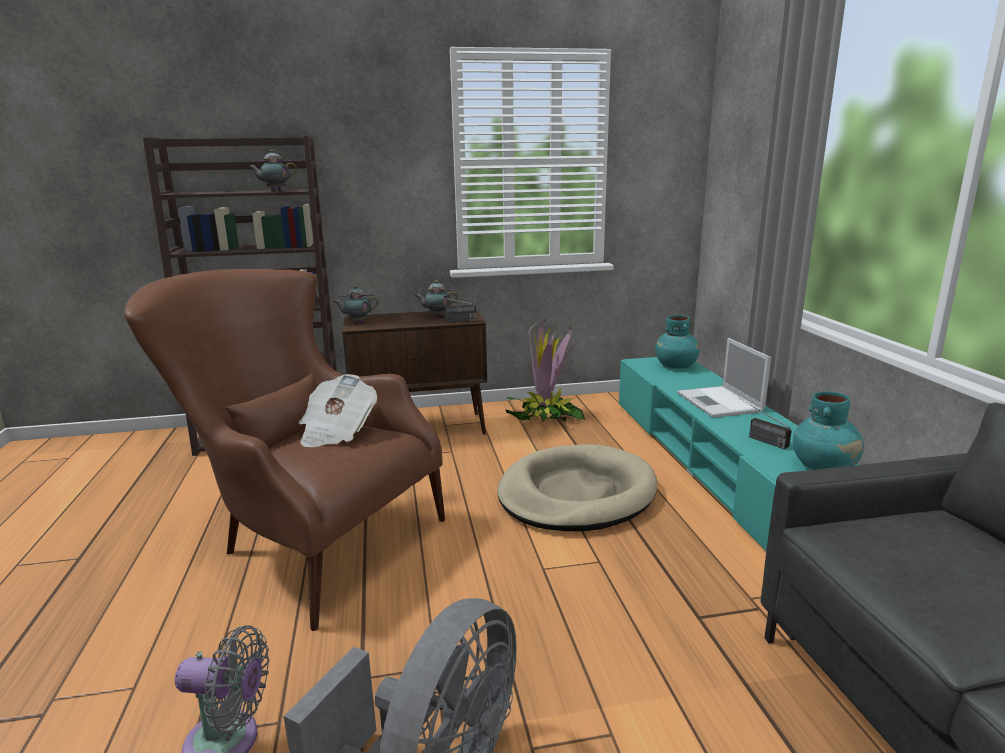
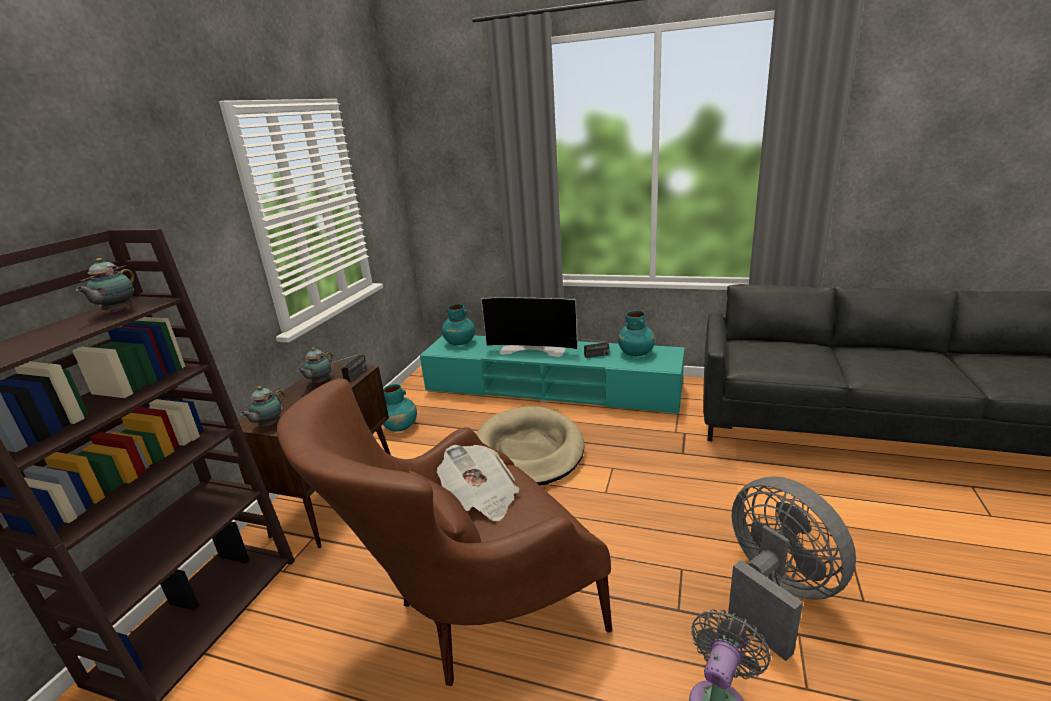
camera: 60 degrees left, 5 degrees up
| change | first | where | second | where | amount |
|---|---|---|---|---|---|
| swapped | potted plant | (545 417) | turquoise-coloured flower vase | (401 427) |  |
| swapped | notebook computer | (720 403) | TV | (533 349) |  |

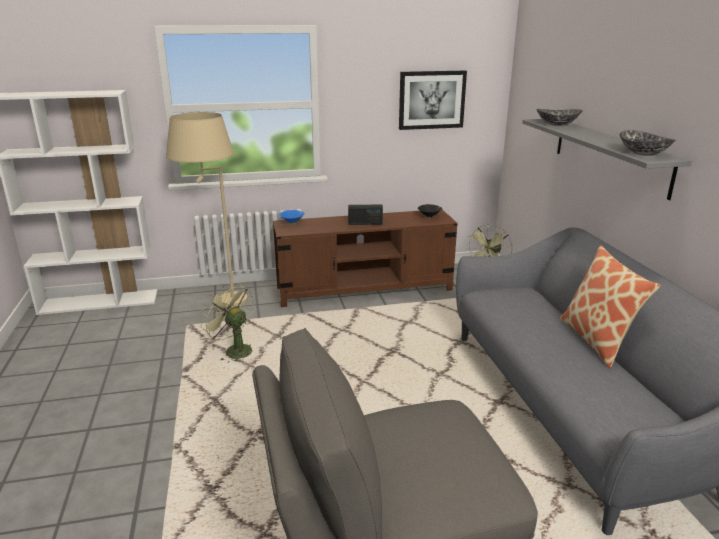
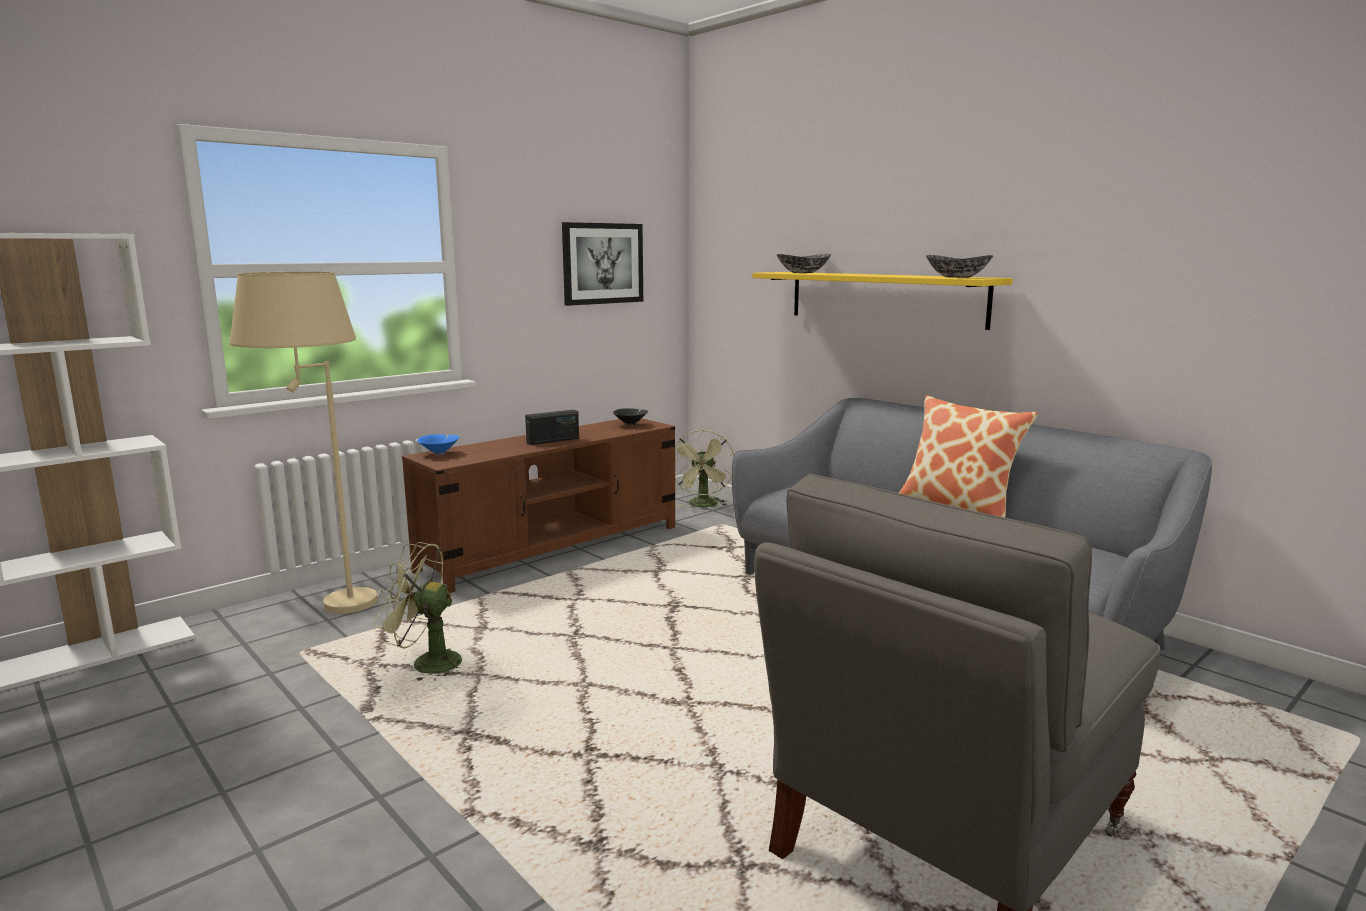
camera: 30 degrees left, 10 degrees down
| change | first | where | second | where | amount |
|---|---|---|---|---|---|
| repainted | grey shelf | (609 154) | yellowish shelf | (884 298) |  |

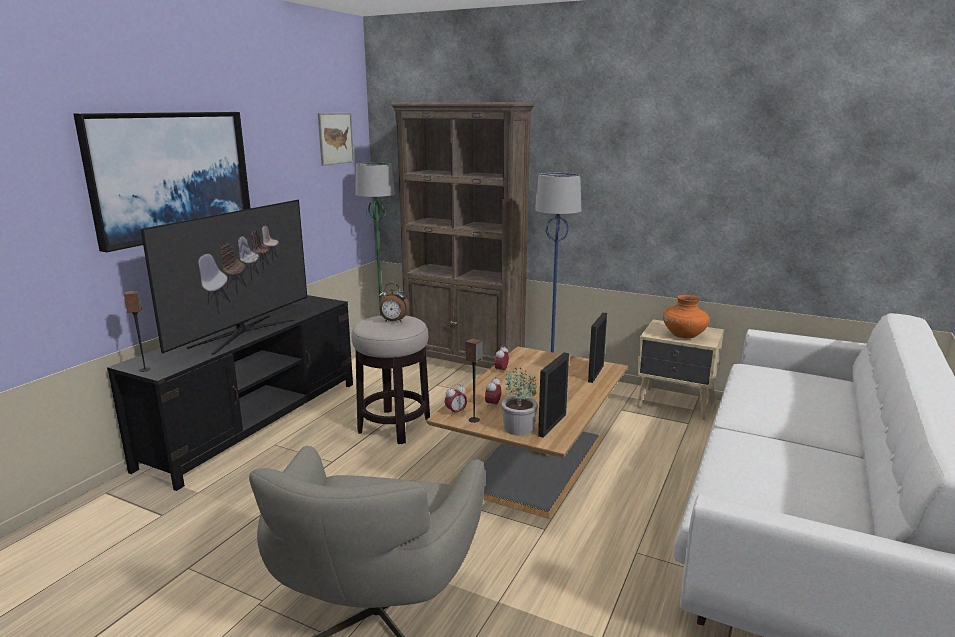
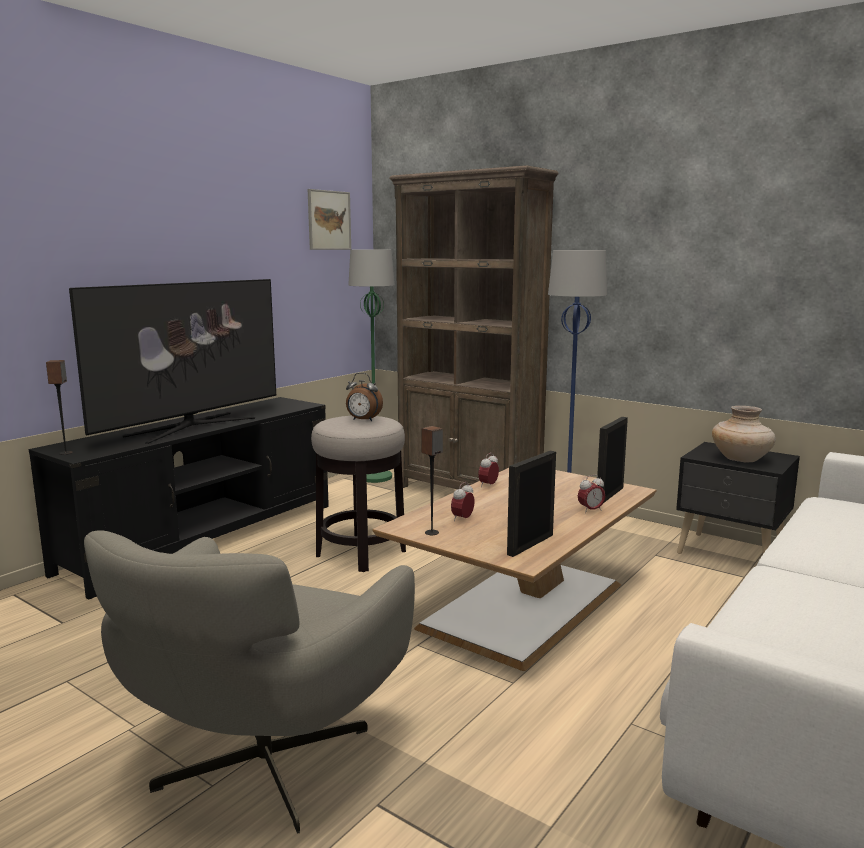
camera: 10 degrees right, 5 degrees down
| change | first | where | second | where | amount |
|---|---|---|---|---|---|
| gone | wall art | (171 175) |  |  |  |
| gone | potted plant | (518 428) |  |  |  |
| shifted | bedside clock | (456 412) |  | (590 510) |  |
| repainted | beige nightstand | (675 405) | black nightstand | (731 554) |  |
| repainted | orangey flower vase | (684 336) | beige flower vase | (741 460) |  |

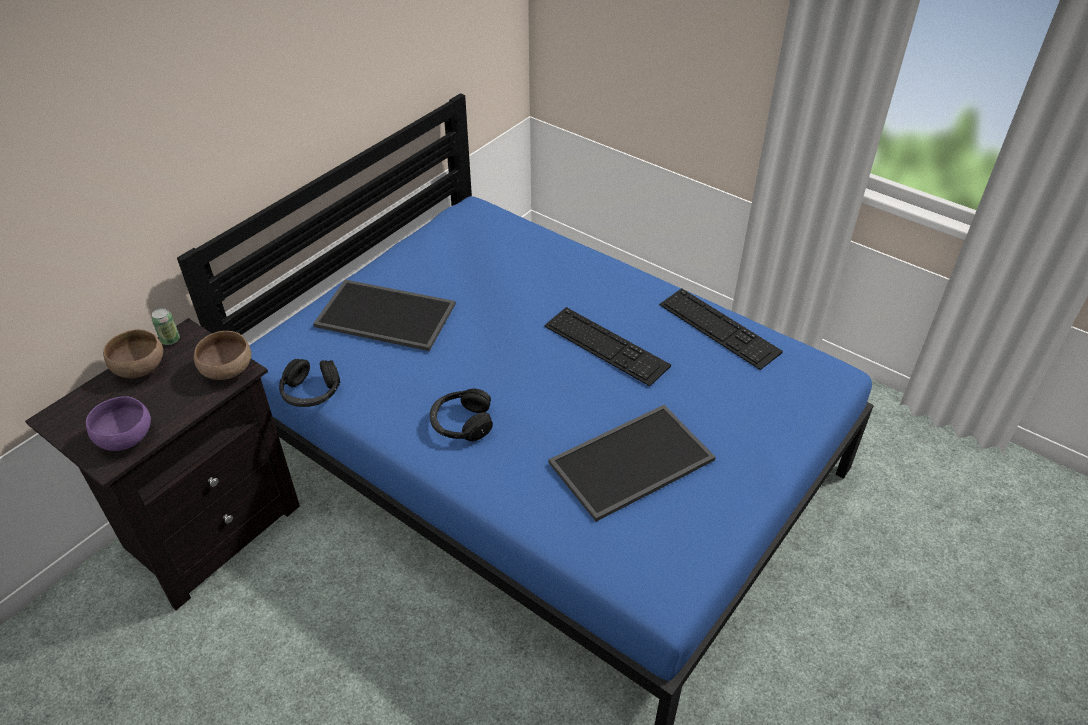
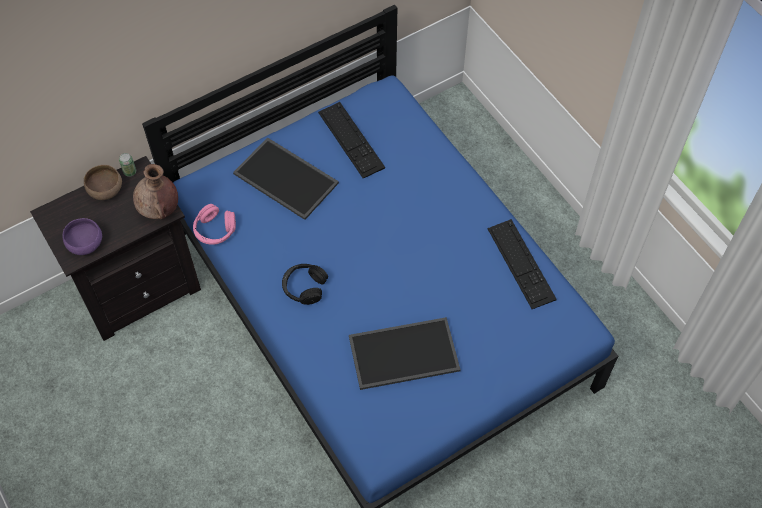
camera: 20 degrees right, 15 degrees up
| change | first | where | second | where | amount |
|---|---|---|---|---|---|
| shifted | keyboard | (606 346) |  | (351 139) |  |
| swapped | brown deep dish | (228 370) | brown flower vase | (160 209) |  |
| repainted | black pair of headphones | (311 392) | pinkish pair of headphones | (215 230) |  |

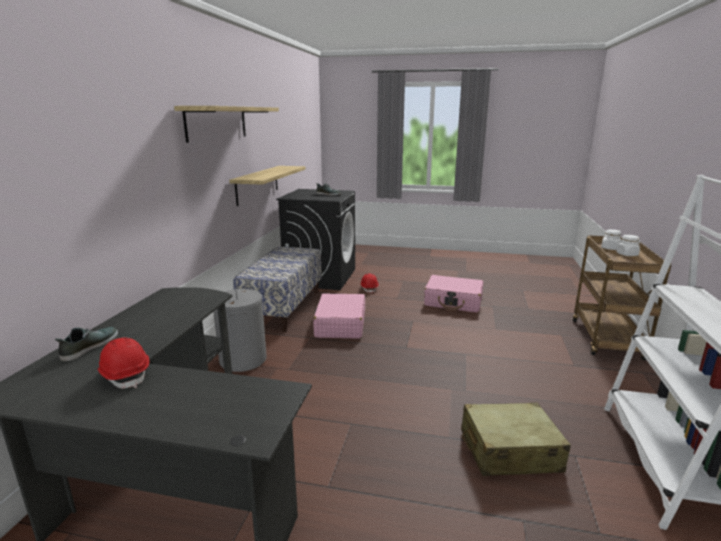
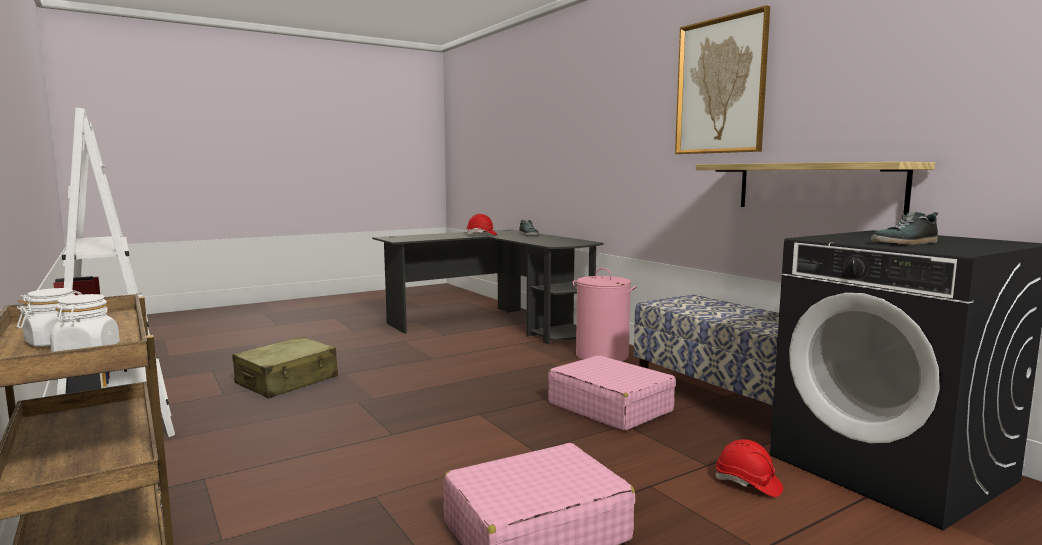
camera: 135 degrees right, 10 degrees down
| change | first | where | second | where | amount |
|---|---|---|---|---|---|
| swapped | shelf | (217 123) | wall art | (720 86) |  |
| repainted | grey washing basket | (243 359) | pinkish washing basket | (602 355) |  |

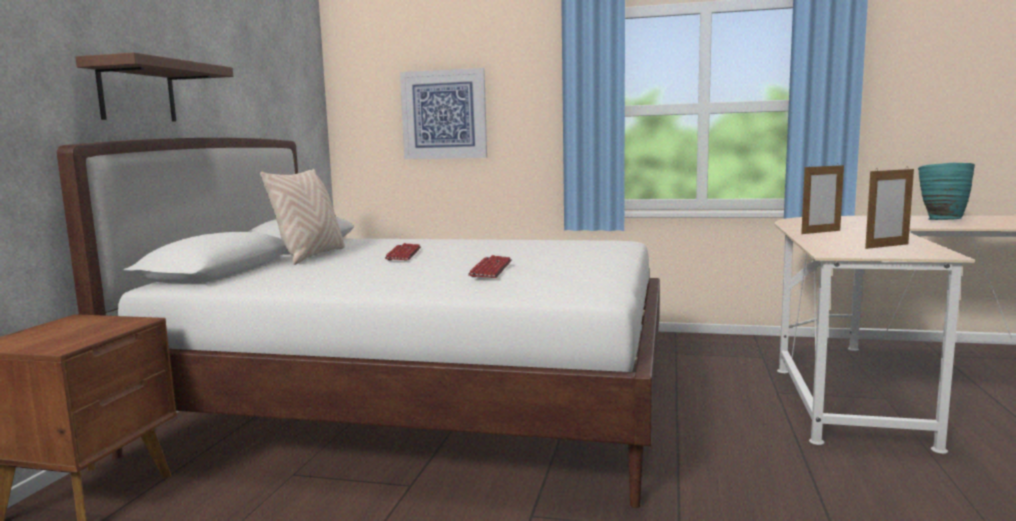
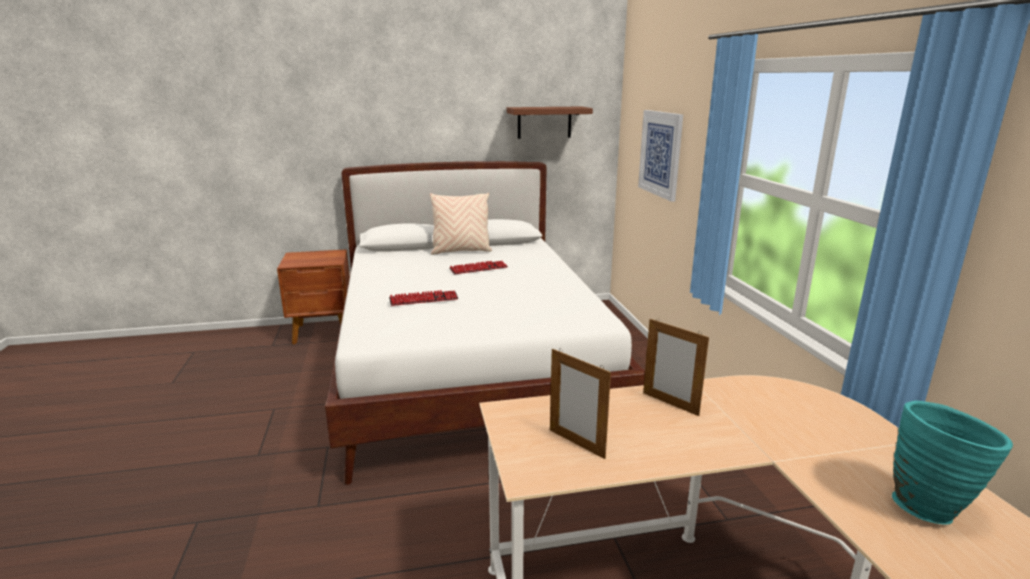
camera: 65 degrees right, 10 degrees up
| change | first | where | second | where | amount |
|---|---|---|---|---|---|
| shifted | brown shelf | (137 92) |  | (544 122) |  |

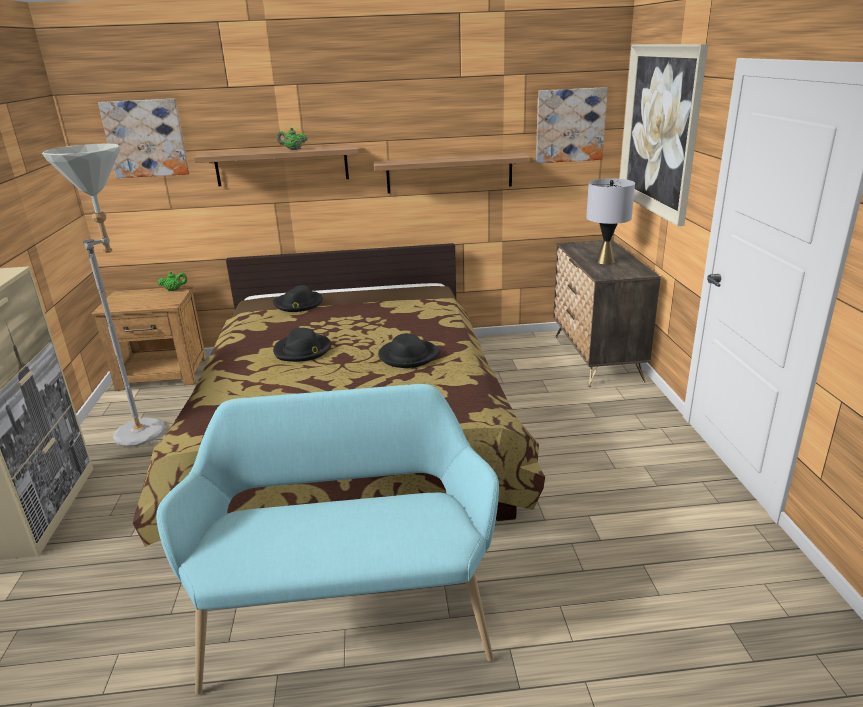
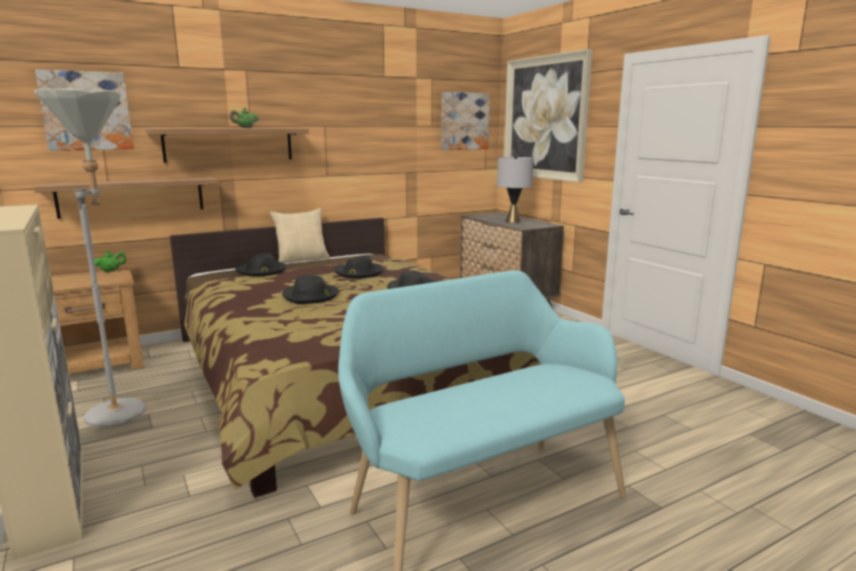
camera: 25 degrees left, 10 degrees down
| change | first | where | second | where | amount |
|---|---|---|---|---|---|
| new |  |  | beige throw pillow | (302 260) |  |
| new |  |  | black hat | (358 273) |  |
| shifted | shelf | (449 173) |  | (132 197) |  |

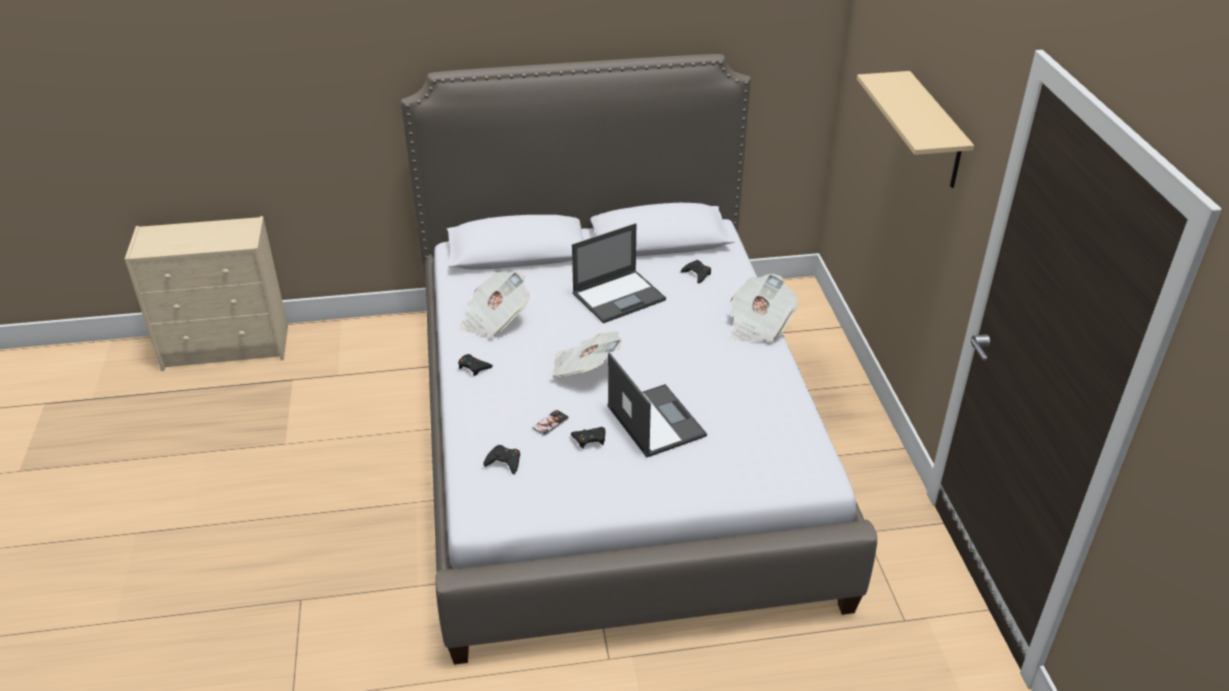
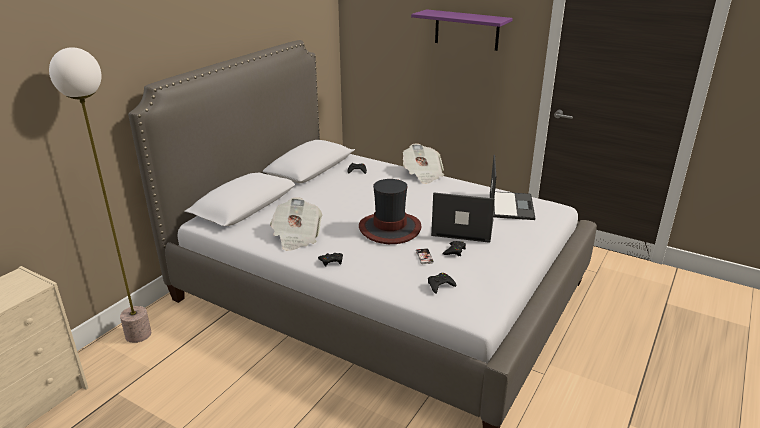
camera: 50 degrees left, 10 degrees down
| change | first | where | second | where | amount |
|---|---|---|---|---|---|
| new |  |  | floor lamp | (138 334) |  |
| shifted | notebook computer | (619 296) |  | (510 205) |  |
| swapped | daily paper | (584 369) | hat | (390 228) |  |
| repainted | beige shelf | (935 132) | purple shelf | (466 30) |  |

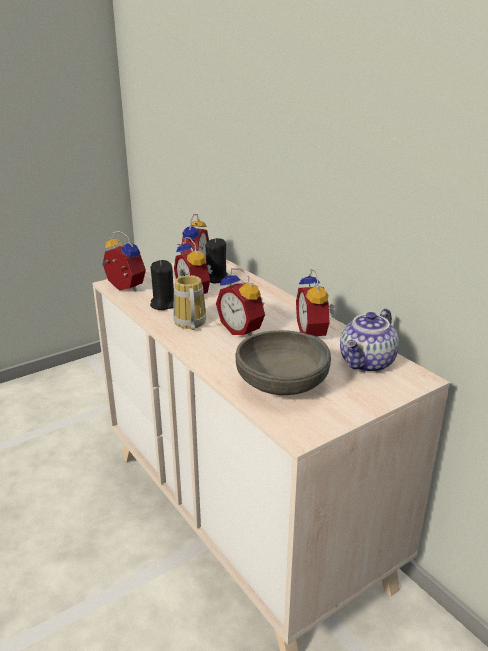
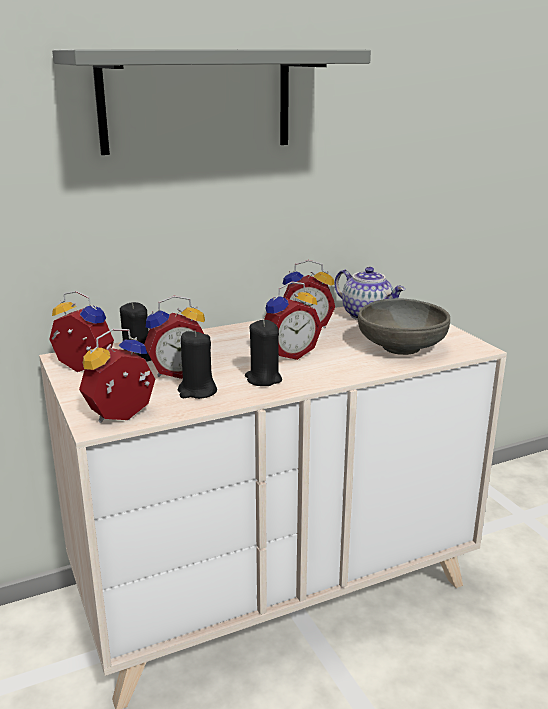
camera: 80 degrees left, 5 degrees down
| change | first | where | second | where | amount |
|---|---|---|---|---|---|
| new |  |  | grey shelf | (196 100) |  |
| swapped | mug | (188 324) | black candle | (263 379) |  |

